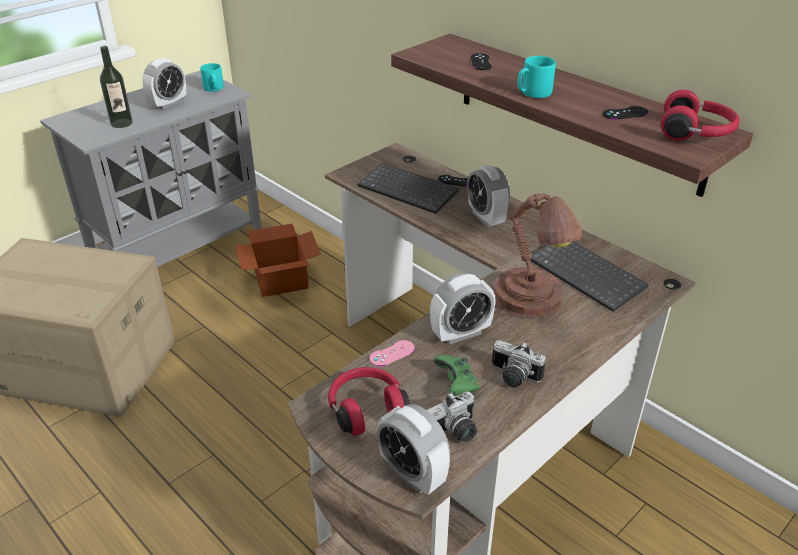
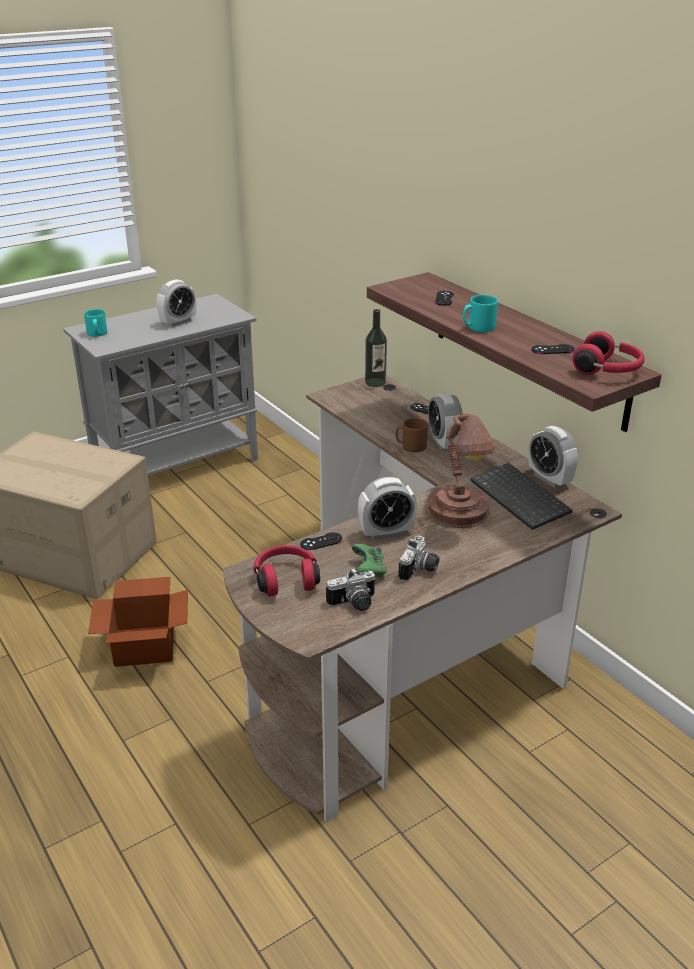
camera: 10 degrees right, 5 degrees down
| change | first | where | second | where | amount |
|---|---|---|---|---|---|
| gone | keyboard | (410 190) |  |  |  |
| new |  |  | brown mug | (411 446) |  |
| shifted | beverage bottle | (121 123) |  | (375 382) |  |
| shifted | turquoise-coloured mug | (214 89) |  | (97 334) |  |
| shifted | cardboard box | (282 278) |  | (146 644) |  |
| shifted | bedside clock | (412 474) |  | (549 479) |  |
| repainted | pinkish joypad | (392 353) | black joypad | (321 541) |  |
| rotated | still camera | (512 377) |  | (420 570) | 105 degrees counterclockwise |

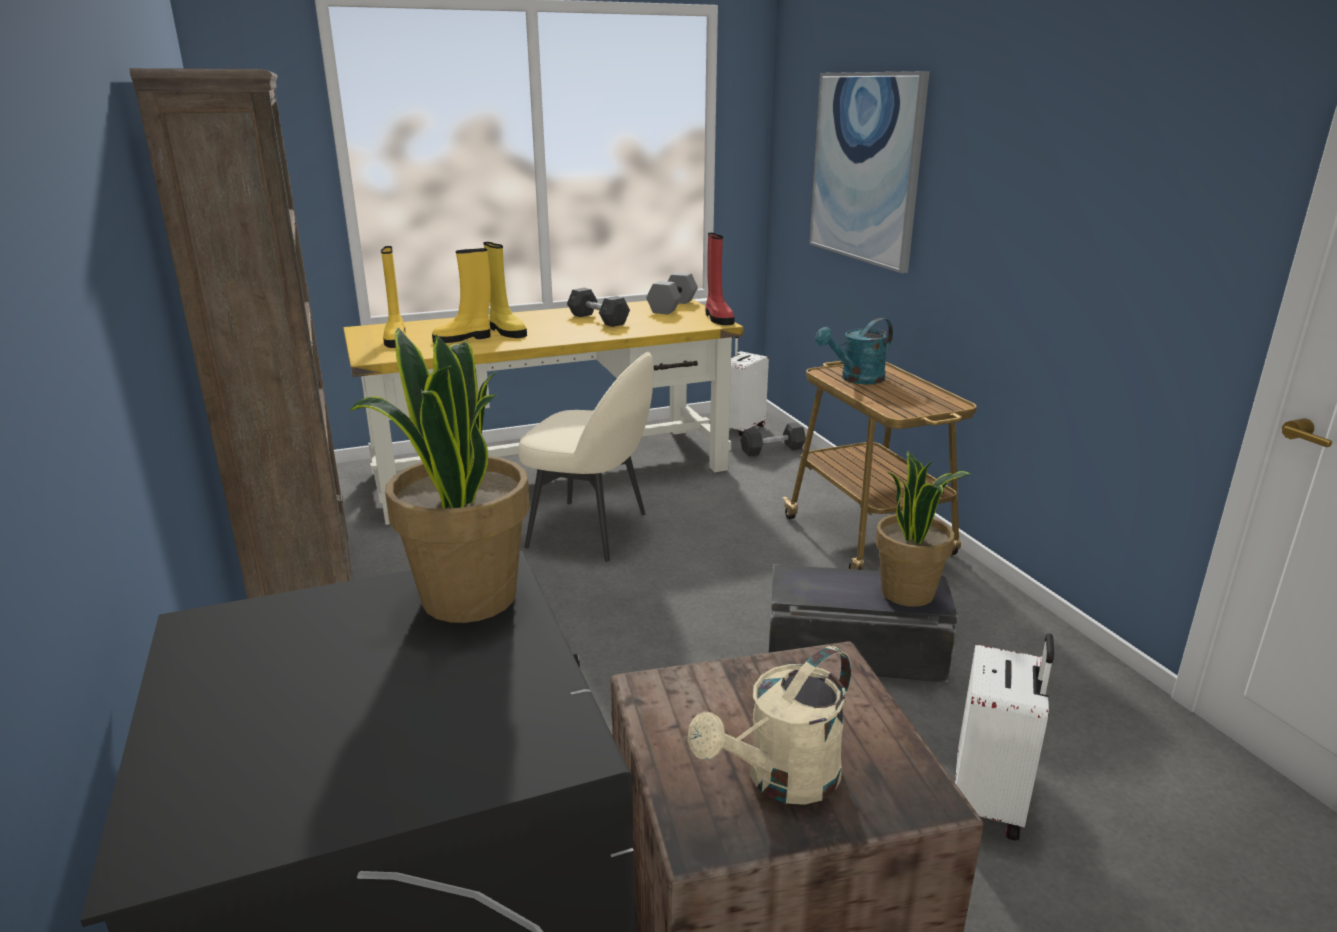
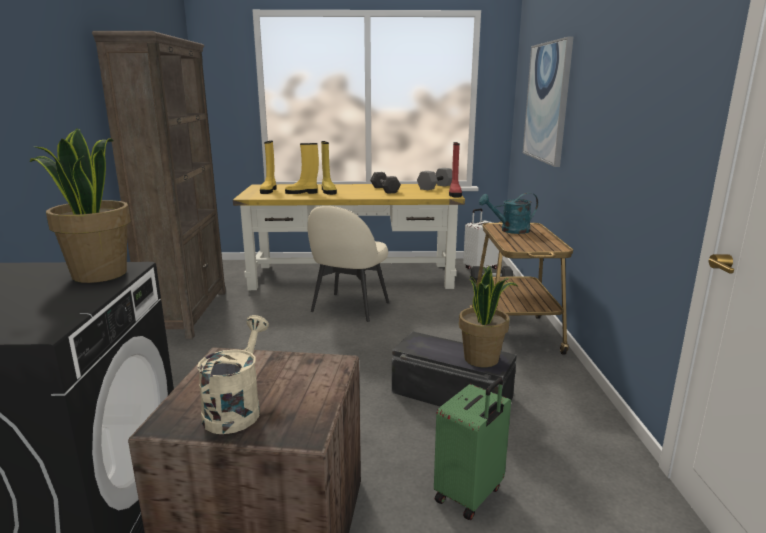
camera: 20 degrees right, 5 degrees down
| change | first | where | second | where | amount |
|---|---|---|---|---|---|
| repainted | whitish travel case | (990 802) | green travel case | (470 495) |  |
| rotated | beige chair | (591 530) |  | (349 308) | 75 degrees clockwise |
| rotated | beige watering can | (781 780) |  | (236 409) | 120 degrees clockwise |

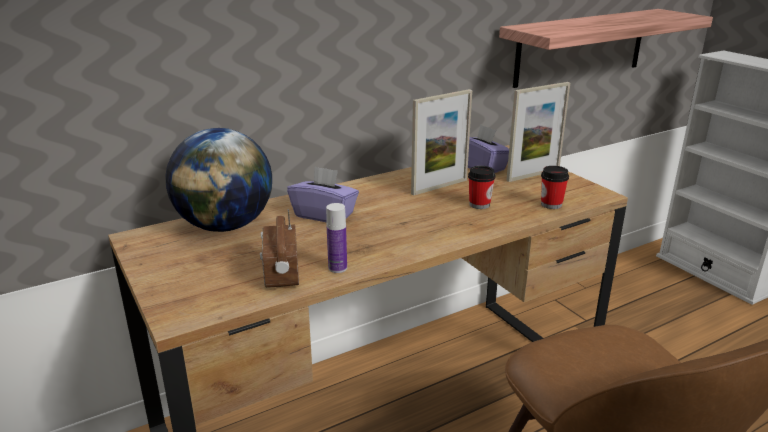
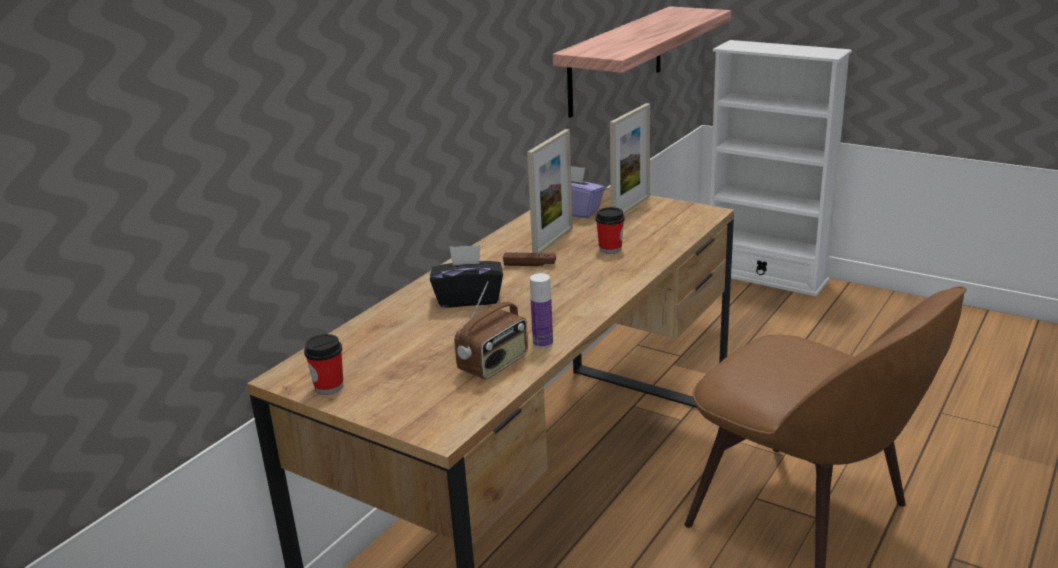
camera: 25 degrees left, 0 degrees up
| change | first | where | second | where | amount |
|---|---|---|---|---|---|
| gone | globe | (226 226) |  |  |  |
| new |  |  | brown joypad | (529 265) |  |
| shifted | drinking cup | (551 204) |  | (329 387) |  |
| repainted | purple box of tissues | (324 215) | black box of tissues | (468 298) |  |
| rotated | radio | (281 274) |  | (494 364) | 105 degrees counterclockwise |

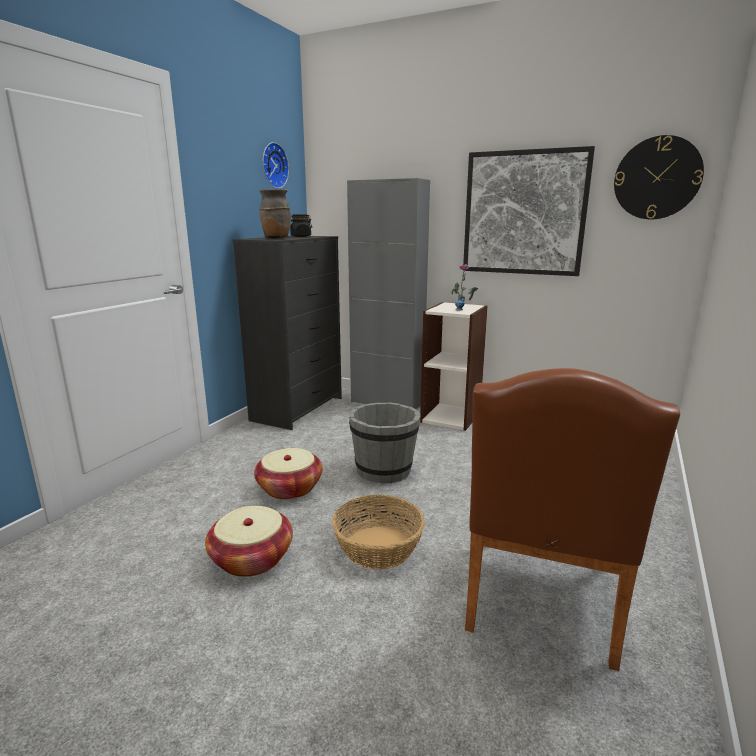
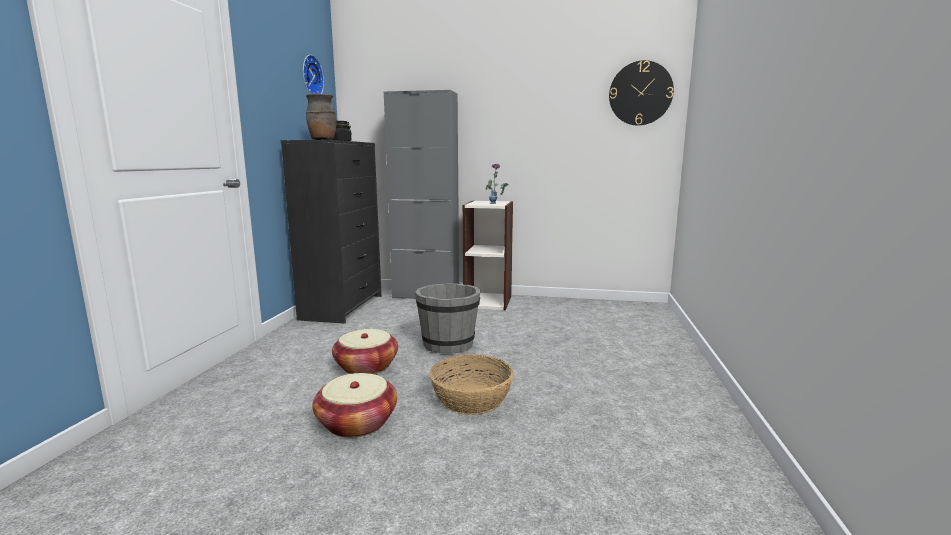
camera: 15 degrees left, 5 degrees down
| change | first | where | second | where | amount |
|---|---|---|---|---|---|
| gone | wall art | (524 213) |  |  |  |
| gone | brown chair | (540 605) |  |  |  |

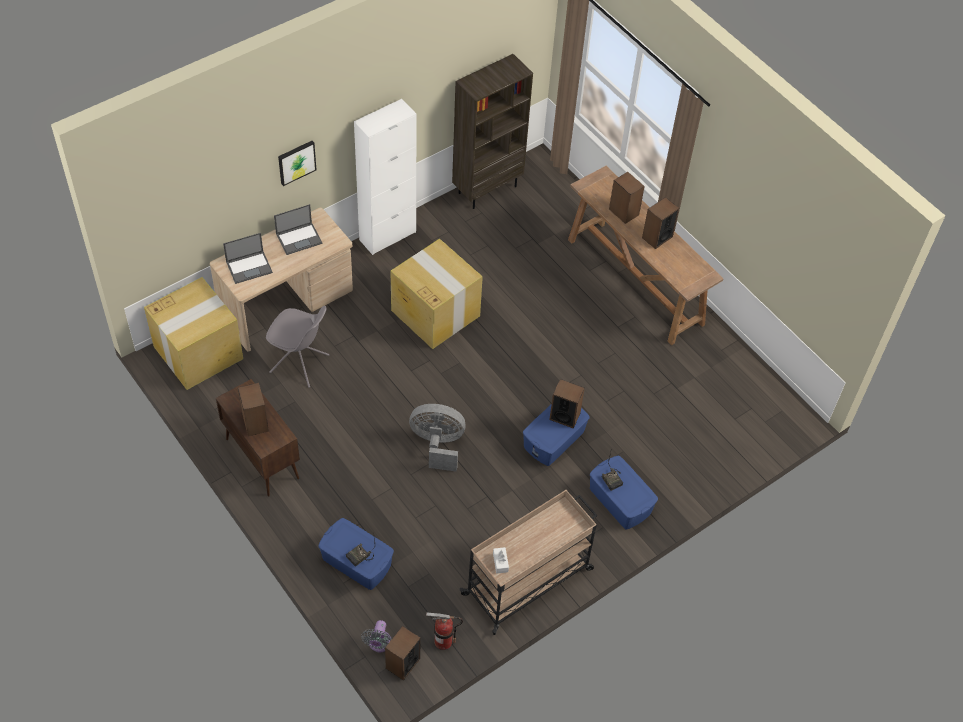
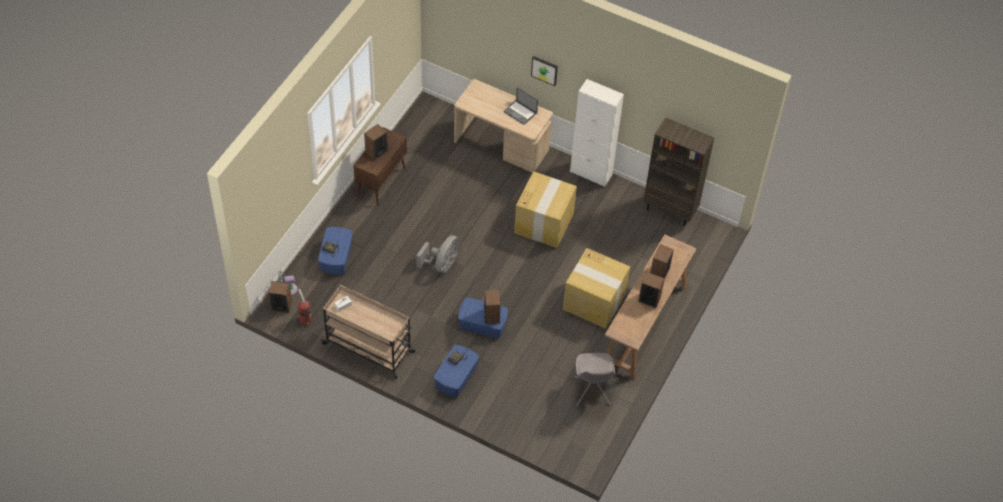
camera: 65 degrees right, 0 degrees up
| change | first | where | second | where | amount |
|---|---|---|---|---|---|
| gone | notebook computer | (249 267) |  |  |  |
| shifted | cardboard box | (199 352) |  | (595 302) |  |
| shifted | grey chair | (300 364) |  | (591 391) |  |
| rotated | grey cooling fan | (437 445) |  | (442 264) | 45 degrees clockwise |

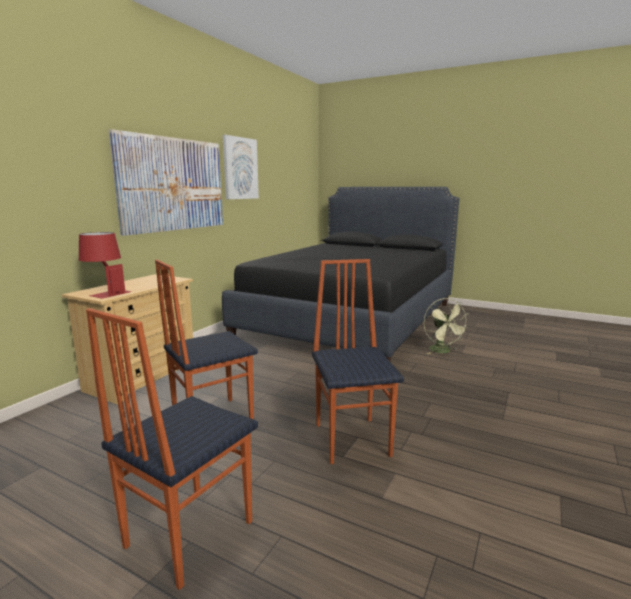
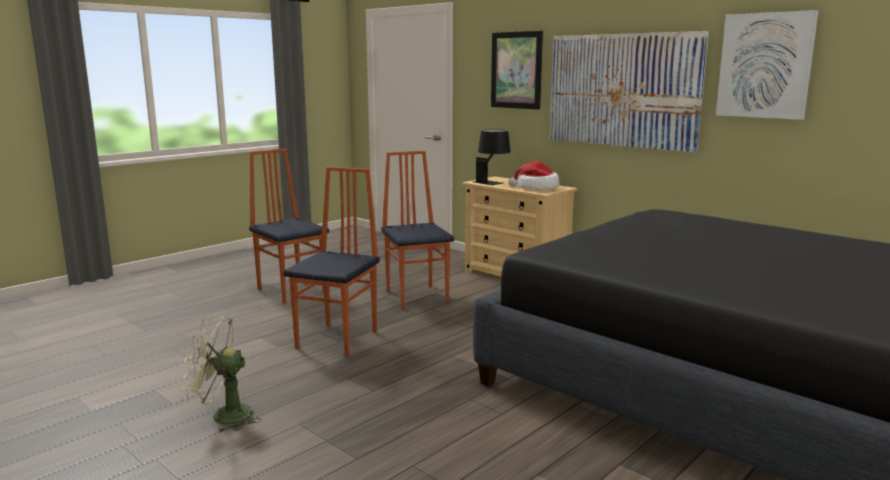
camera: 105 degrees right, 0 degrees up
| change | first | where | second | where | amount |
|---|---|---|---|---|---|
| new |  |  | wall art | (516 70) |  |
| new |  |  | hat | (536 188) |  |
| shifted | green cooling fan | (443 351) |  | (223 416) |  |
| repainted | reddish tabletop lamp | (105 292) | black tabletop lamp | (492 181) |  |
| rotated | chair | (353 439) |  | (338 339) | 75 degrees counterclockwise |

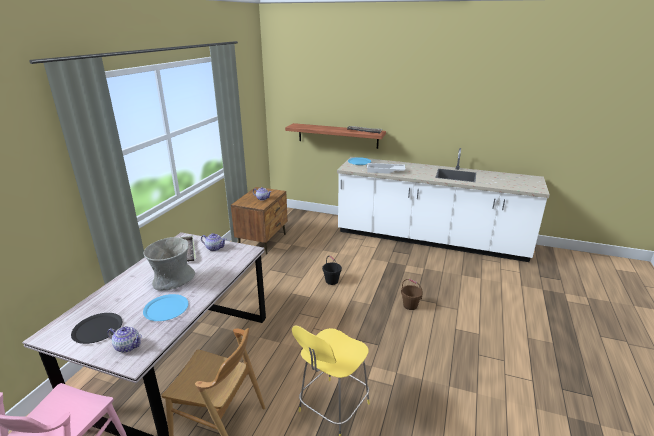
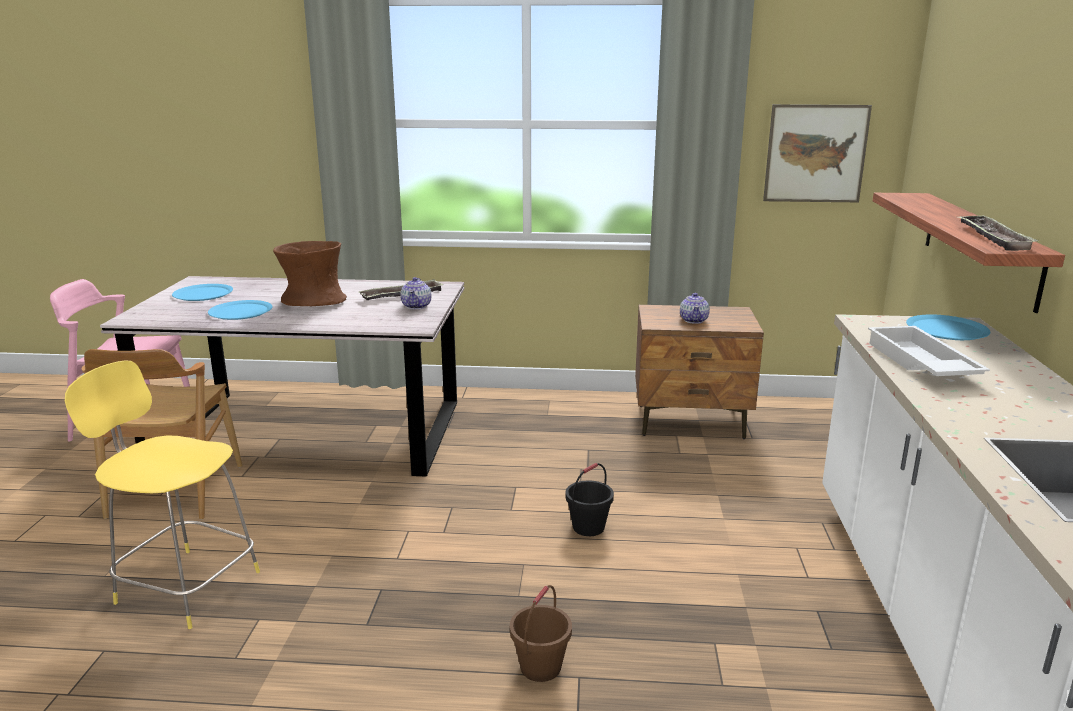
camera: 75 degrees right, 5 degrees down
| change | first | where | second | where | amount |
|---|---|---|---|---|---|
| gone | teapot | (127 346) |  |  |  |
| new |  |  | wall art | (815 153) |  |
| repainted | black flat dish | (97 329) | blue-coloured flat dish | (203 294) |  |
| repainted | grey flower vase | (173 280) | brown flower vase | (313 302) |  |

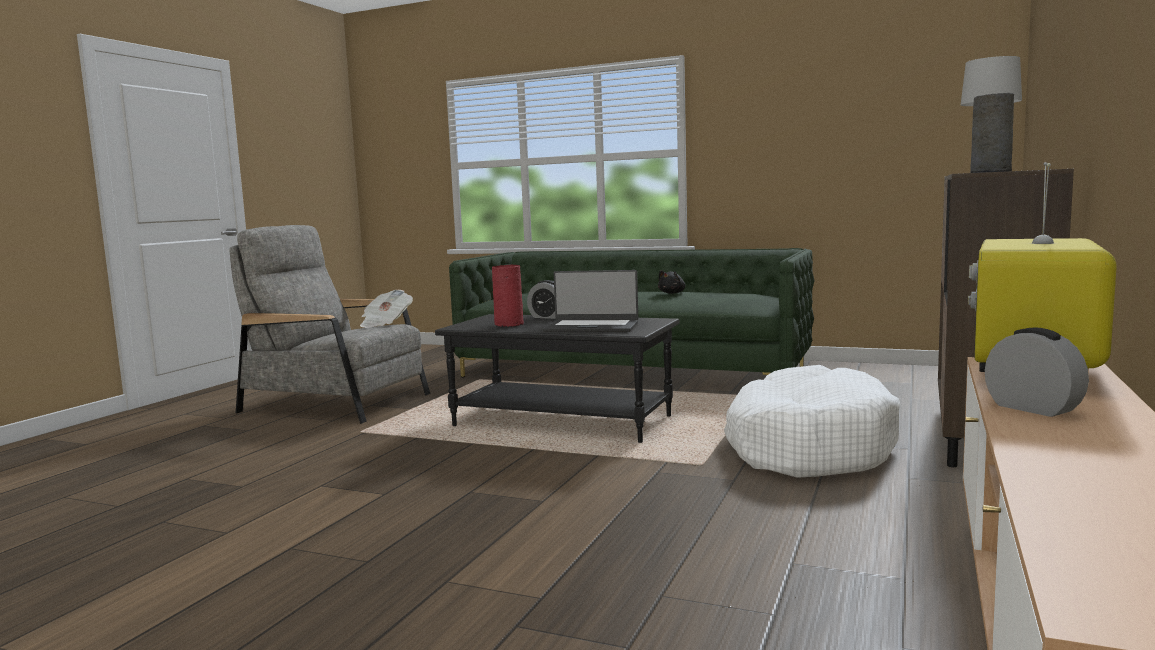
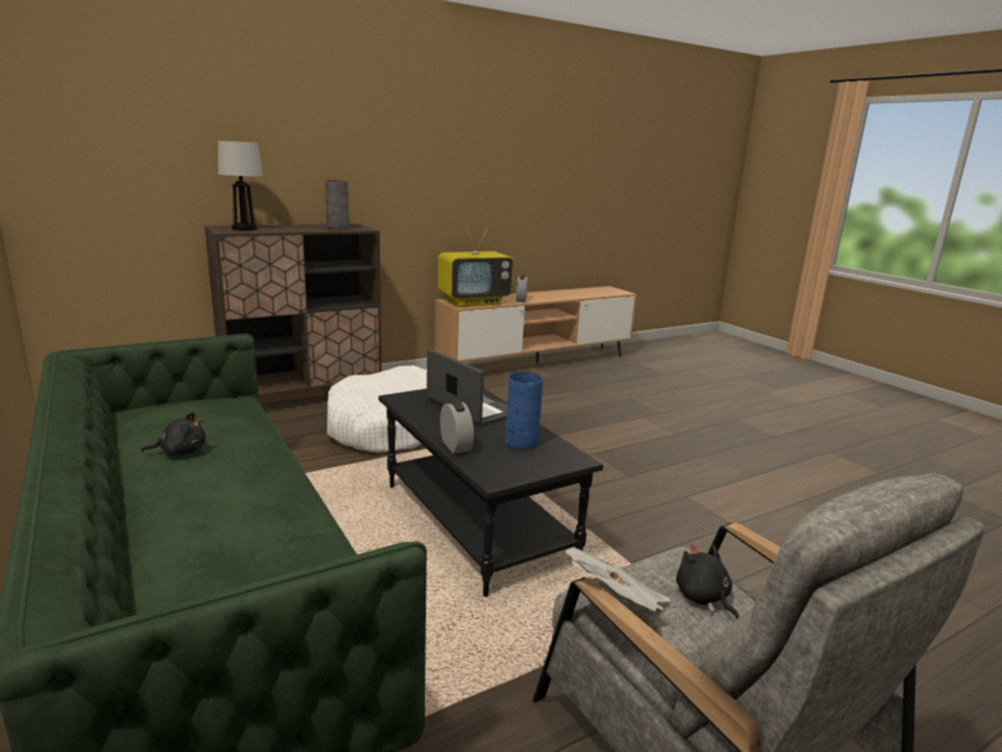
camera: 145 degrees left, 10 degrees up
| change | first | where | second | where | amount |
|---|---|---|---|---|---|
| new |  |  | black plush toy | (703 598) |  |
| repainted | reddish flower vase | (509 324) | blue-coloured flower vase | (520 442) |  |

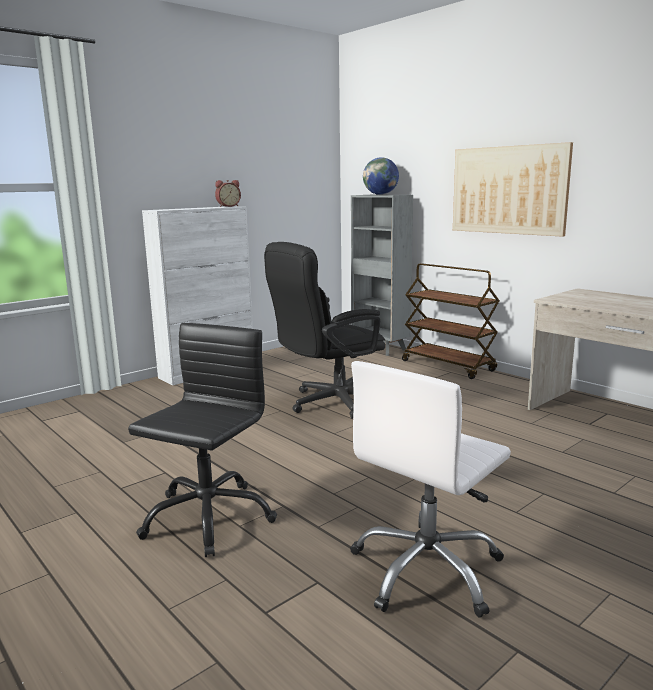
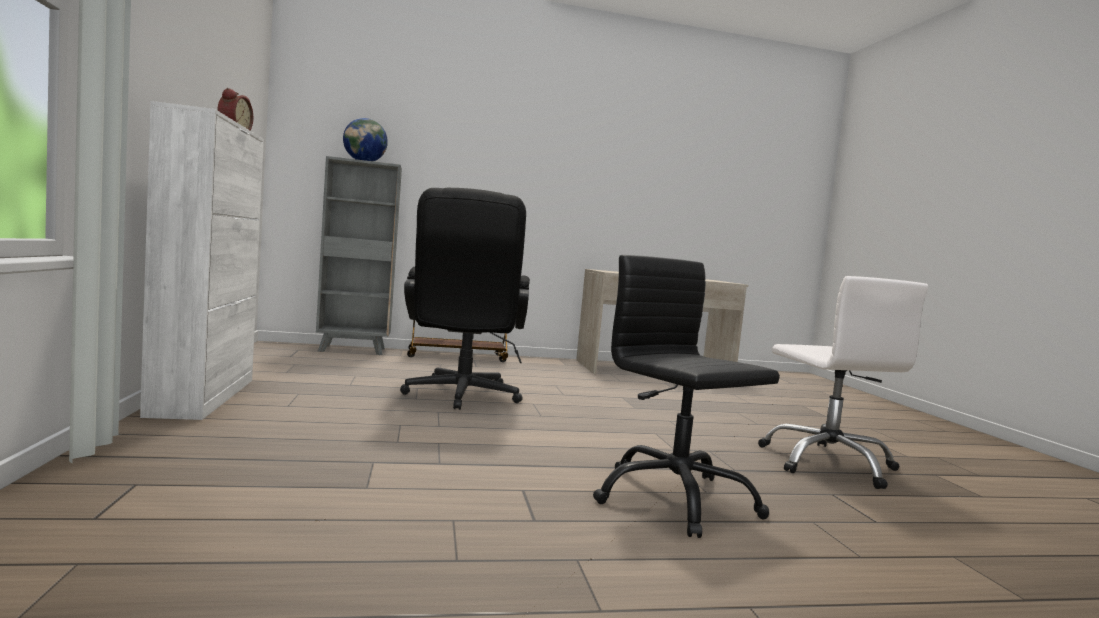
camera: 60 degrees left, 10 degrees down
| change | first | where | second | where | amount |
|---|---|---|---|---|---|
| gone | wall art | (508 190) |  |  |  |

